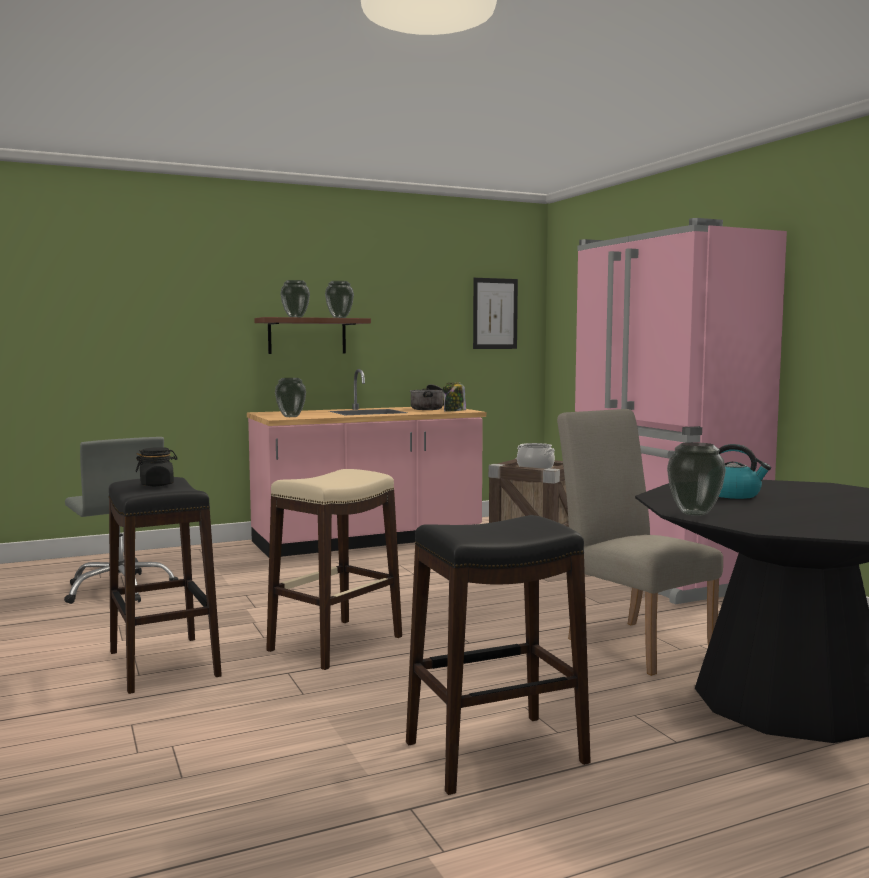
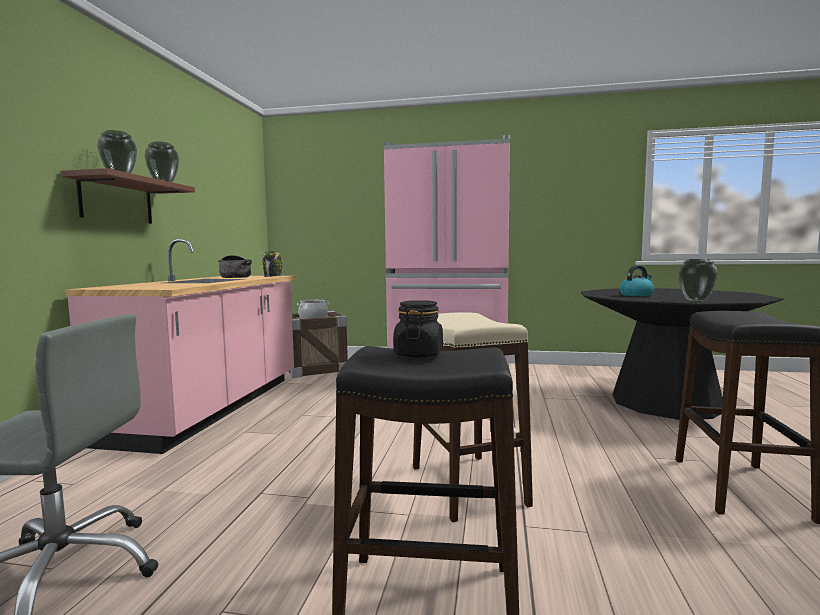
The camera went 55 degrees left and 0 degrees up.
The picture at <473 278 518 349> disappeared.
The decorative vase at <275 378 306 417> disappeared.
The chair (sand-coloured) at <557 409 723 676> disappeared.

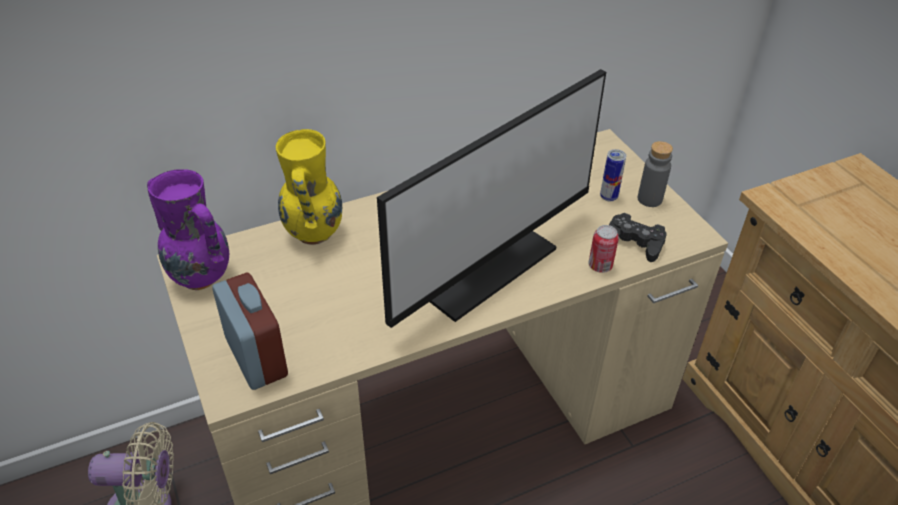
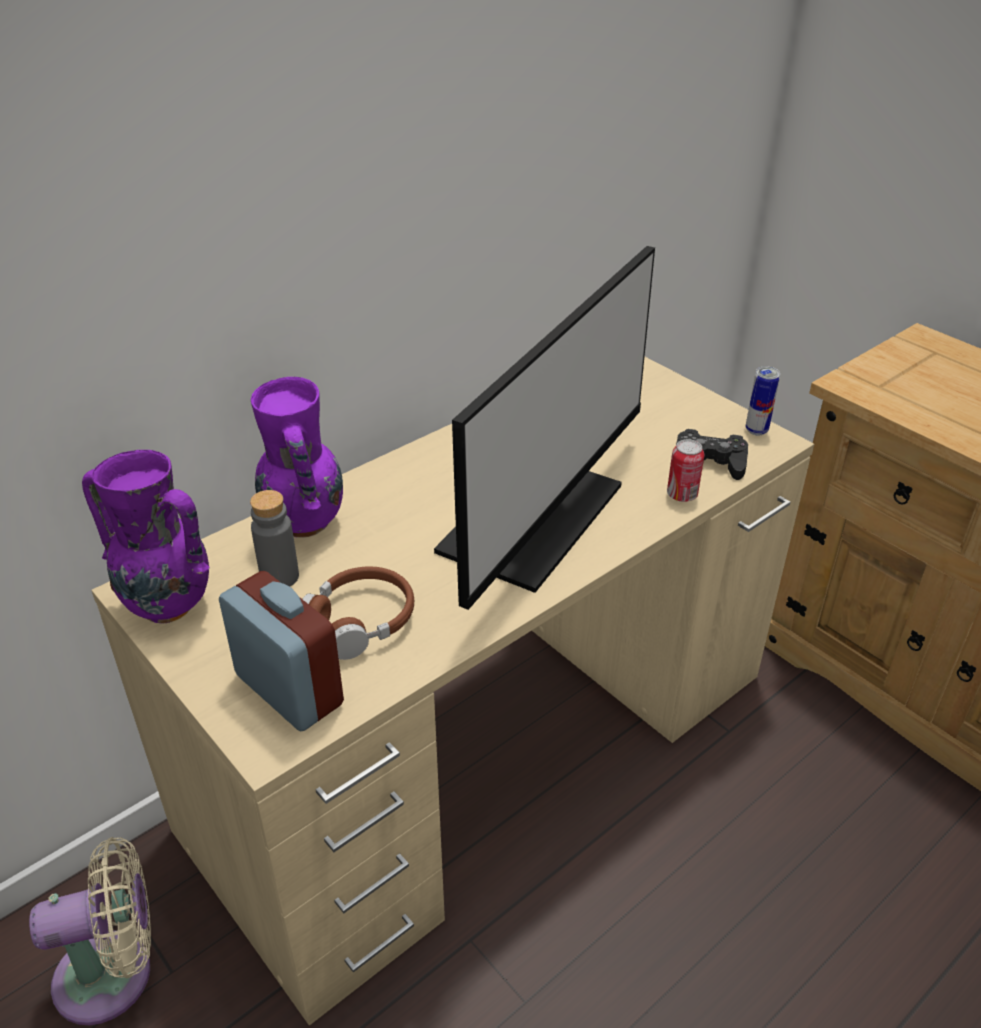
The camera went 15 degrees left and 5 degrees down.
The decorative vase (yellow-coloured) at <276 129 342 245> became the decorative vase (purple) at <251 377 343 538>.
The drink bottle (grey) moved from <638 141 673 207> to <250 490 299 587>.
The metal can moved from <600 149 626 202> to <746 366 780 436>.
The headset (brown) at <303 566 414 660> appeared.

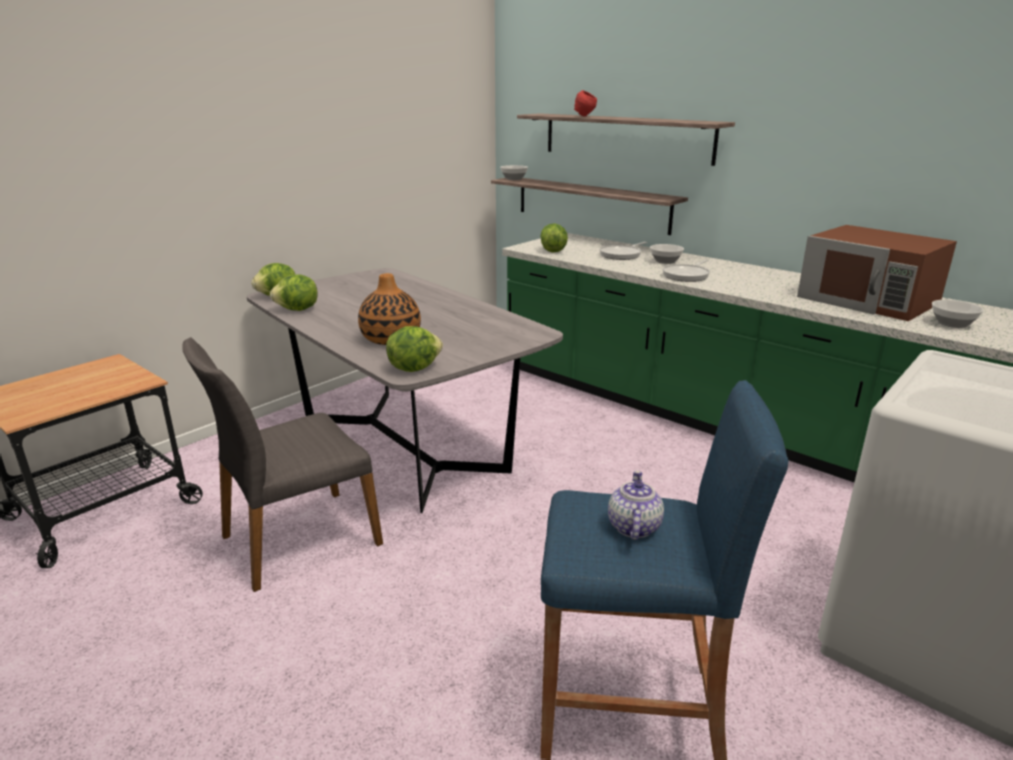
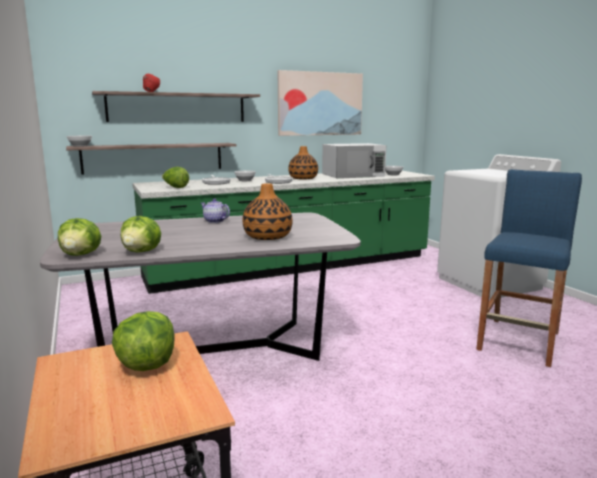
The camera went 65 degrees left and 10 degrees down.
The microwave (brown) at <797 225 957 321> became the microwave (white) at <322 143 386 179>.
The lettuce head moved from <386 326 443 372> to <112 311 175 371>.
The chair (grey) at <182 337 383 592> disappeared.
The teapot moved from <608 470 664 540> to <201 198 230 223>.
The picture at <278 70 363 136> appeared.
The decorative vase at <288 146 318 179> appeared.

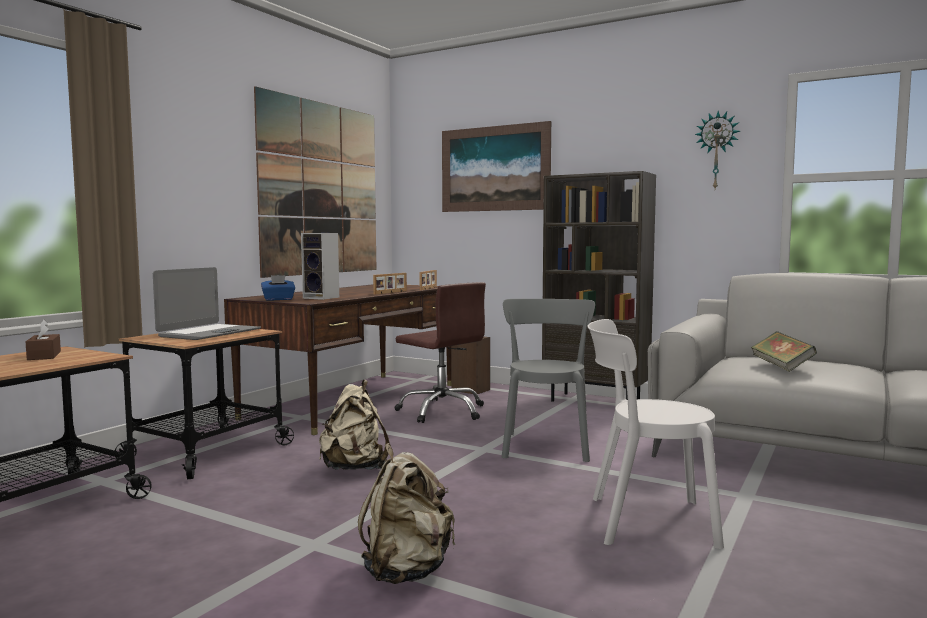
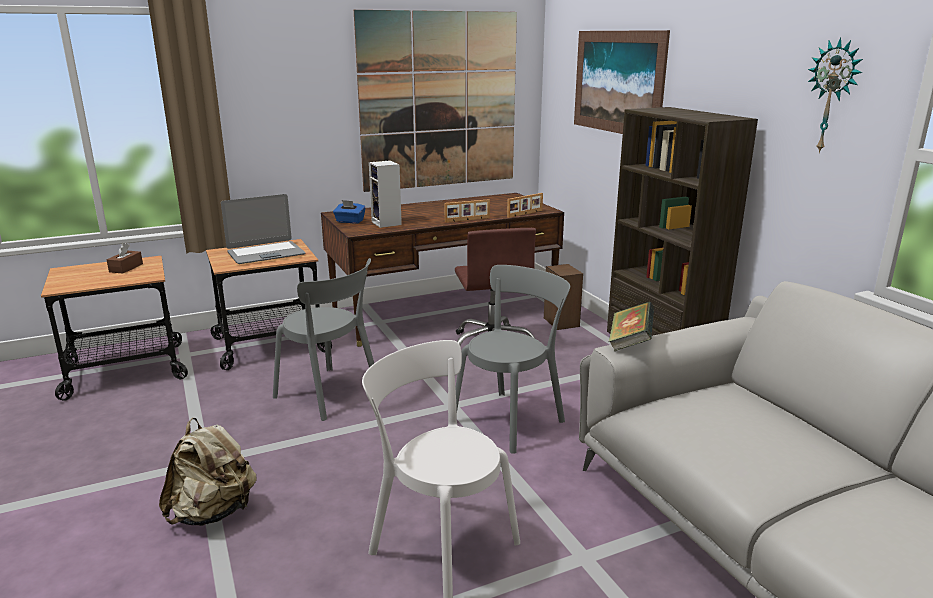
The camera went 35 degrees right and 15 degrees up.
The book moved from <751 331 817 372> to <609 302 654 351>.
The knapsack (sand-coloured) at <319 380 389 470> was replaced by the chair (grey) at <273 258 374 421>.

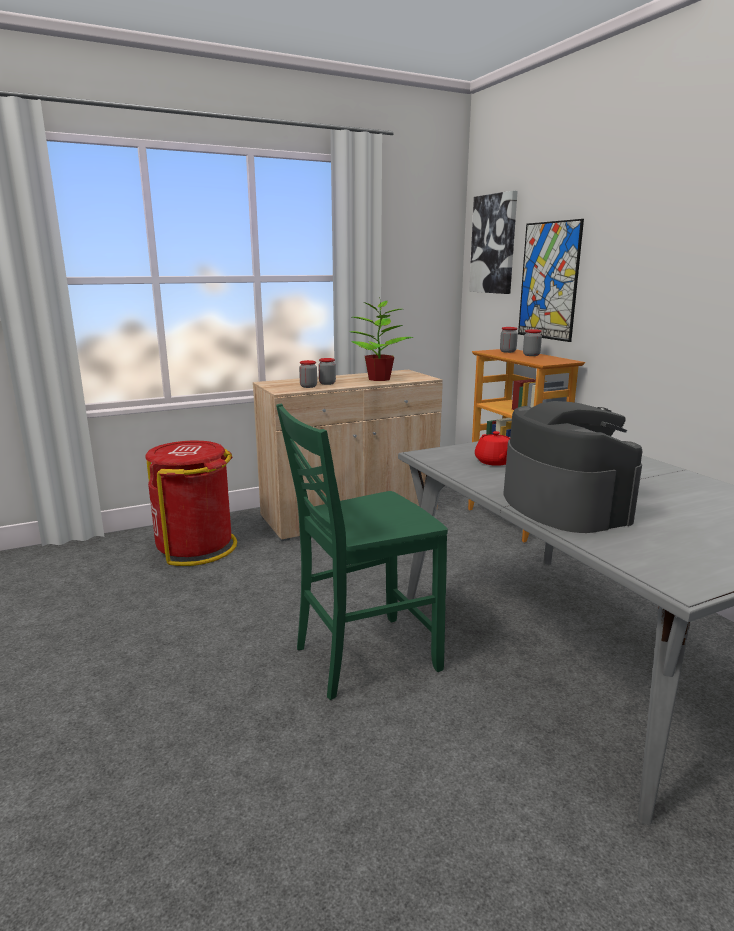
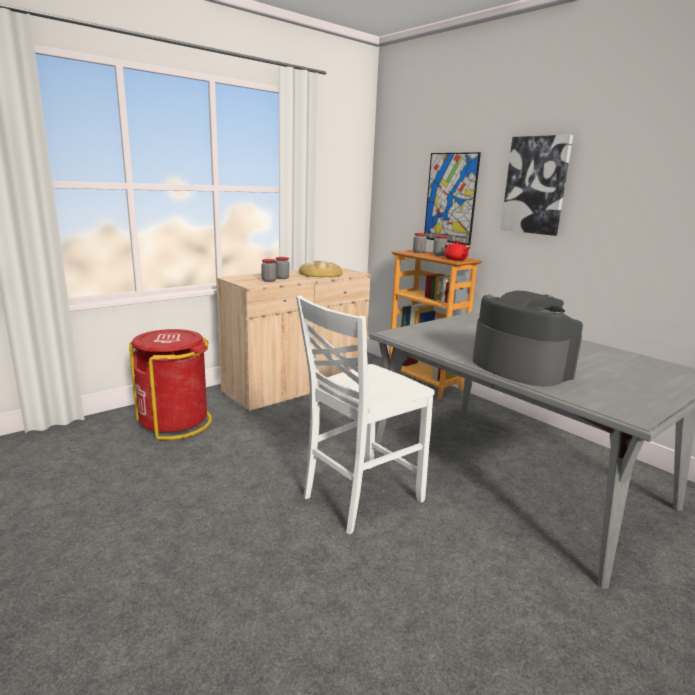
The camera went 15 degrees left and 0 degrees up.
The picture moved from <469 191 518 294> to <500 135 573 236>.
The houseplant at <350 297 413 381> was replaced by the bakery bread at <299 261 343 277>.
The chair (green-coloured) at <276 403 448 700> became the chair (white) at <296 295 435 534>.
The teapot (red) moved from <475 431 510 466> to <444 241 471 260>.

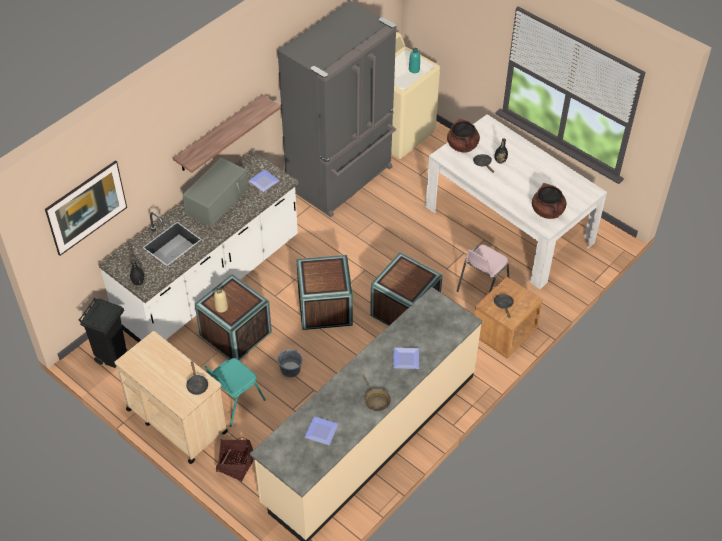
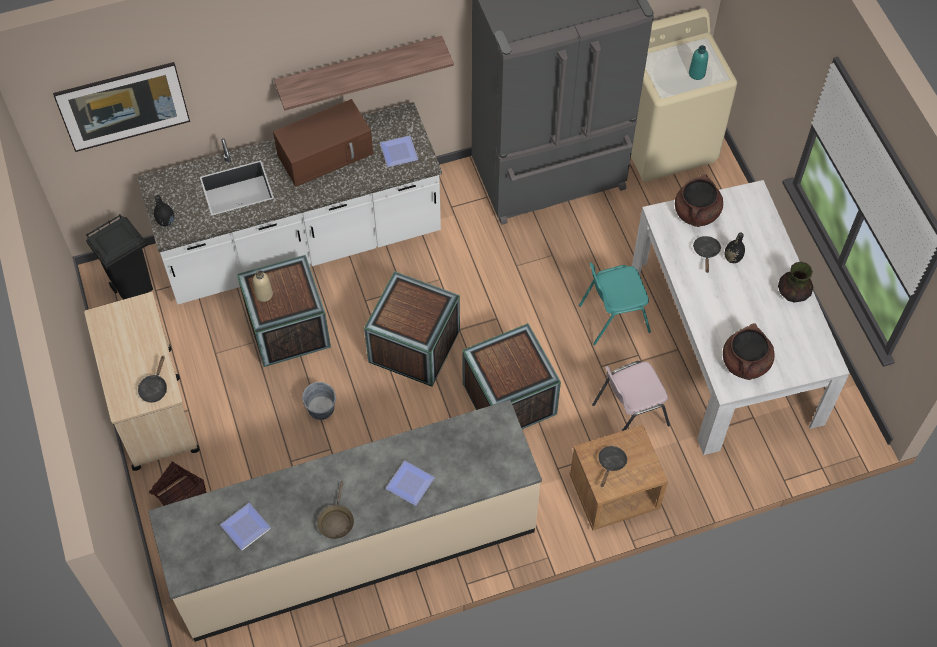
The camera went 30 degrees right and 10 degrees up.
The microwave (grey) at <183 158 248 227> became the microwave (brown) at <273 99 373 187>.
The chair (blue-green) moved from <205 358 266 427> to <579 263 651 345>.
The decorative vase at <778 262 813 302> appeared.

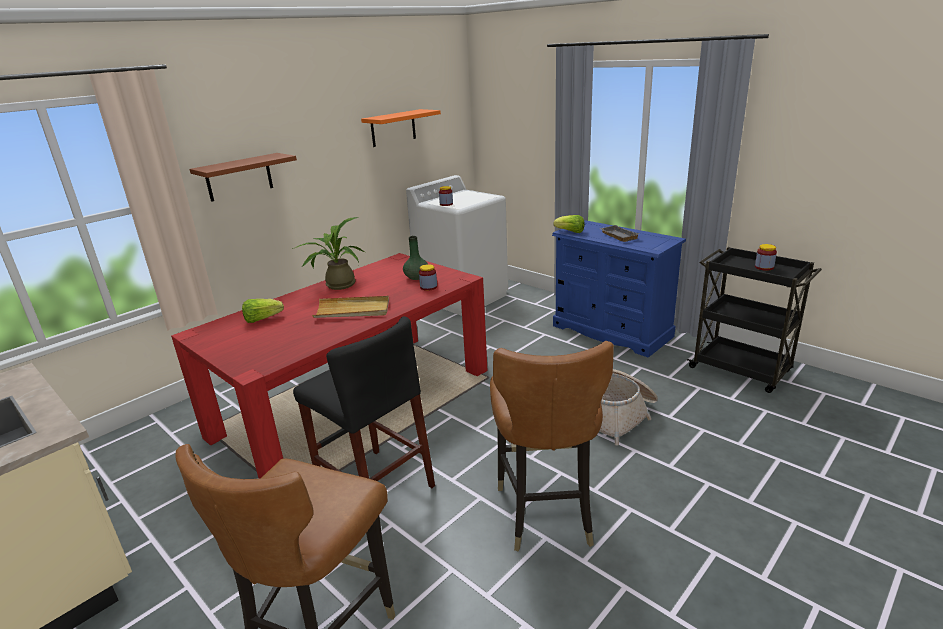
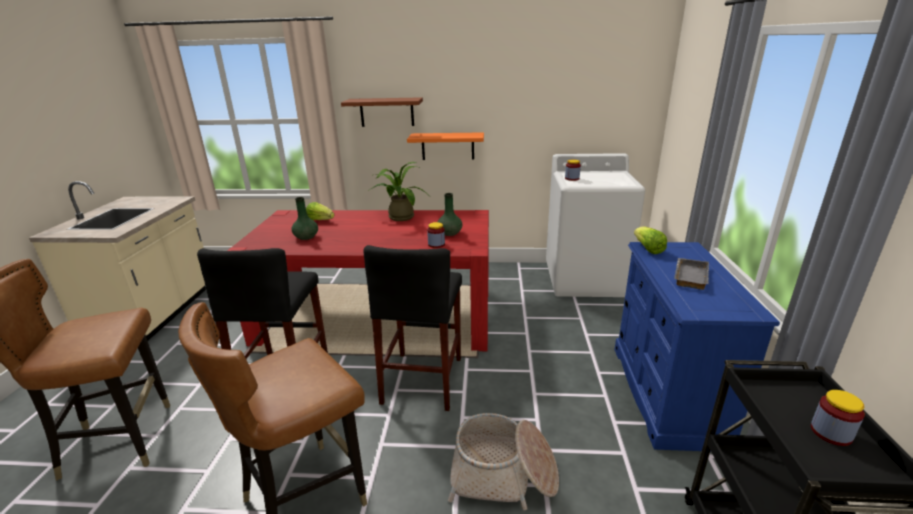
The camera went 50 degrees right and 0 degrees up.
The wall shelf (orange) moved from <361 109 441 147> to <407 132 484 160>.
The serving tray (sand-coloured) at <312 296 389 318> disappeared.
The decorative vase (green-coloured) at <292 197 318 240> appeared.
The stool seat (blackish) at <363 245 462 411> appeared.

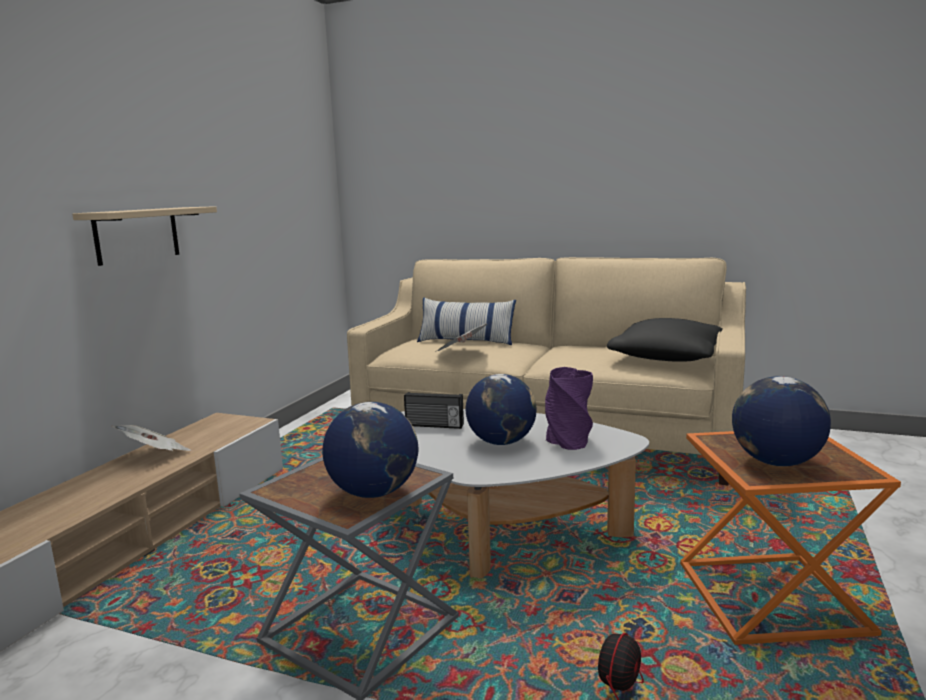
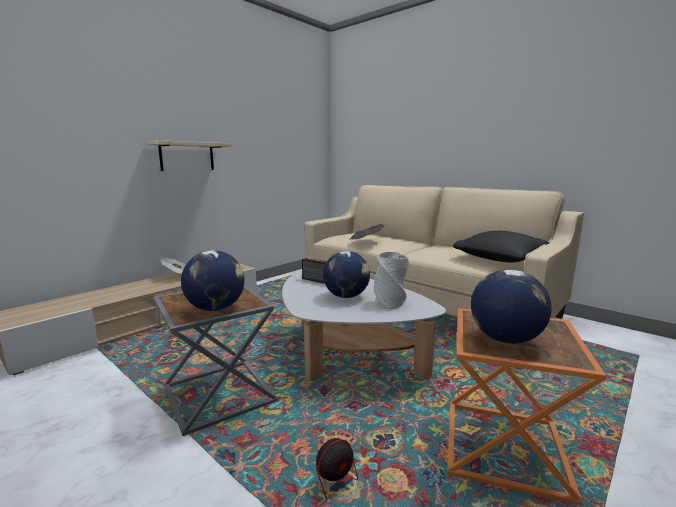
The camera went 20 degrees right and 0 degrees up.
The cushion at <417 298 516 345> disappeared.
The decorative vase (purple) at <545 367 593 450> became the decorative vase (grey) at <374 252 409 309>.

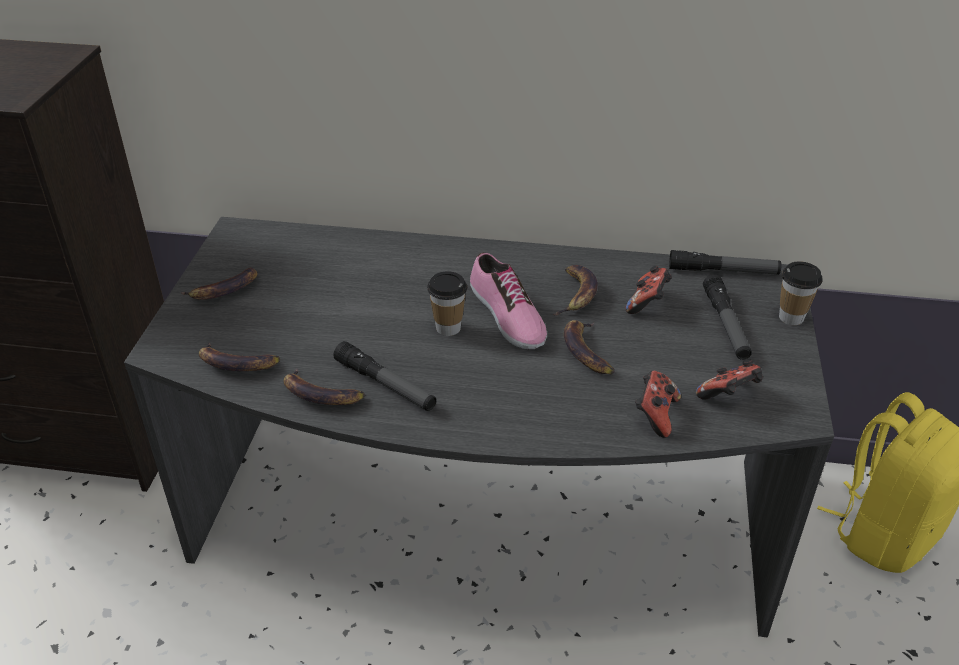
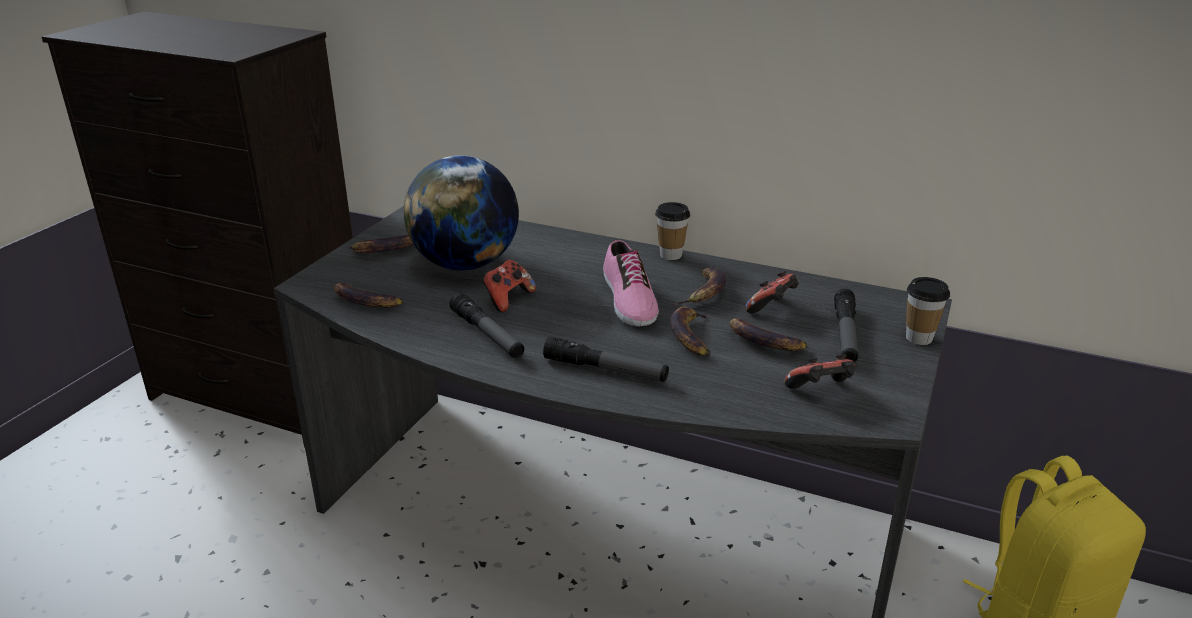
The camera went 15 degrees right and 10 degrees down.
The torch moved from <669 250 782 275> to <543 337 669 382>.
The cup moved from <427 271 467 336> to <655 202 690 260>.
The whole banana moved from <283 368 365 405> to <729 318 807 351>.
The gamepad moved from <635 371 681 438> to <482 260 536 312>.
The world globe at <404 155 519 271> appeared.

